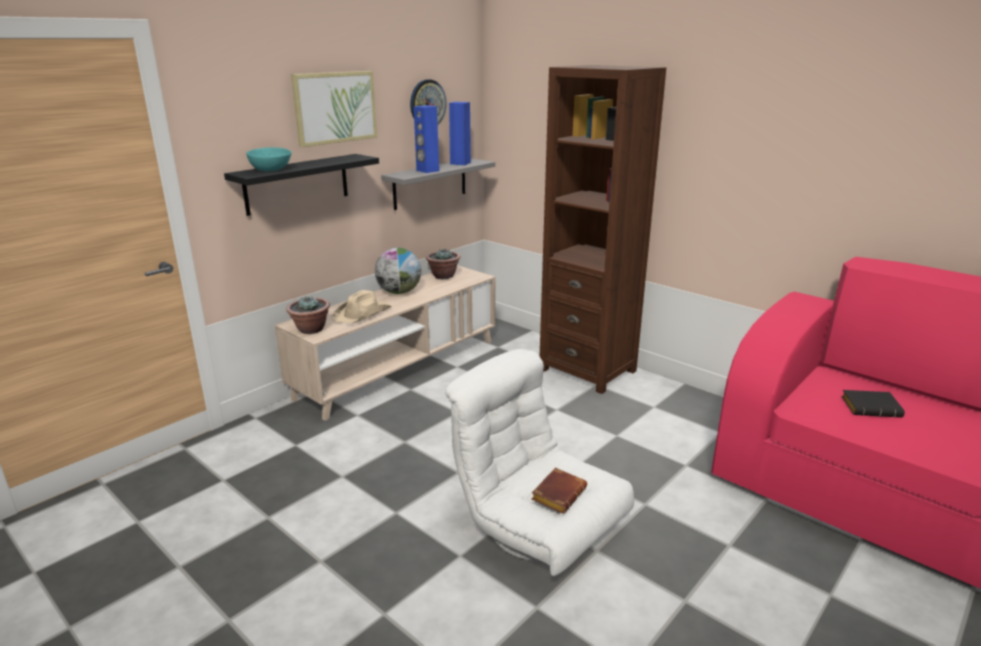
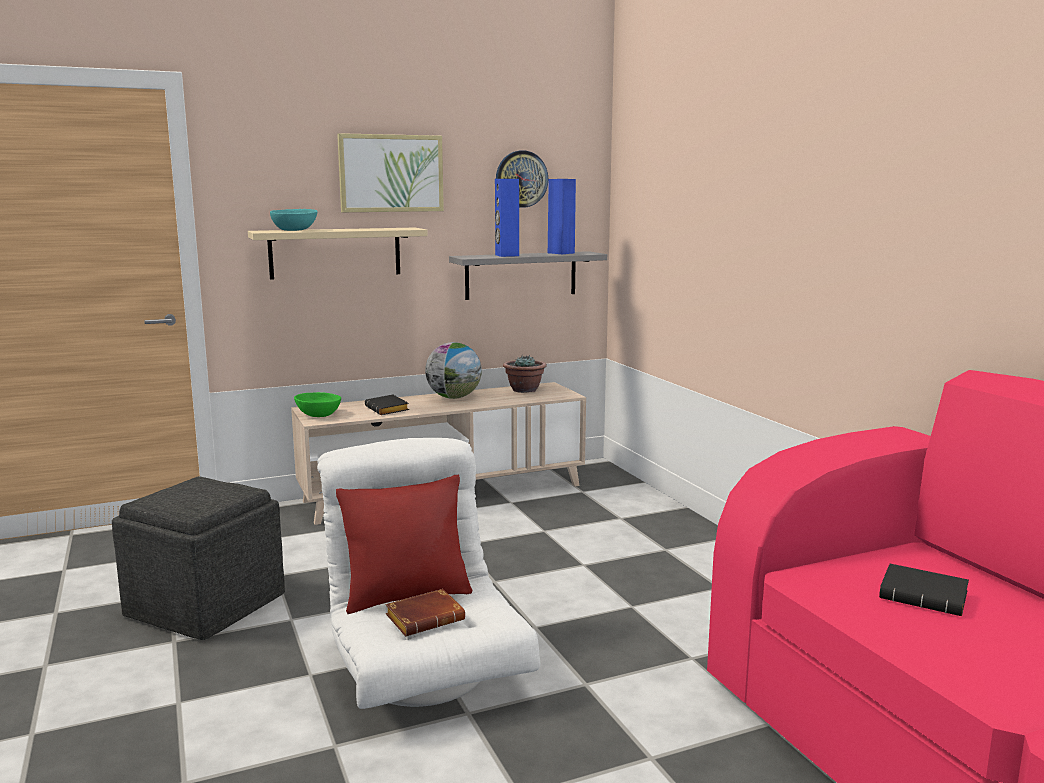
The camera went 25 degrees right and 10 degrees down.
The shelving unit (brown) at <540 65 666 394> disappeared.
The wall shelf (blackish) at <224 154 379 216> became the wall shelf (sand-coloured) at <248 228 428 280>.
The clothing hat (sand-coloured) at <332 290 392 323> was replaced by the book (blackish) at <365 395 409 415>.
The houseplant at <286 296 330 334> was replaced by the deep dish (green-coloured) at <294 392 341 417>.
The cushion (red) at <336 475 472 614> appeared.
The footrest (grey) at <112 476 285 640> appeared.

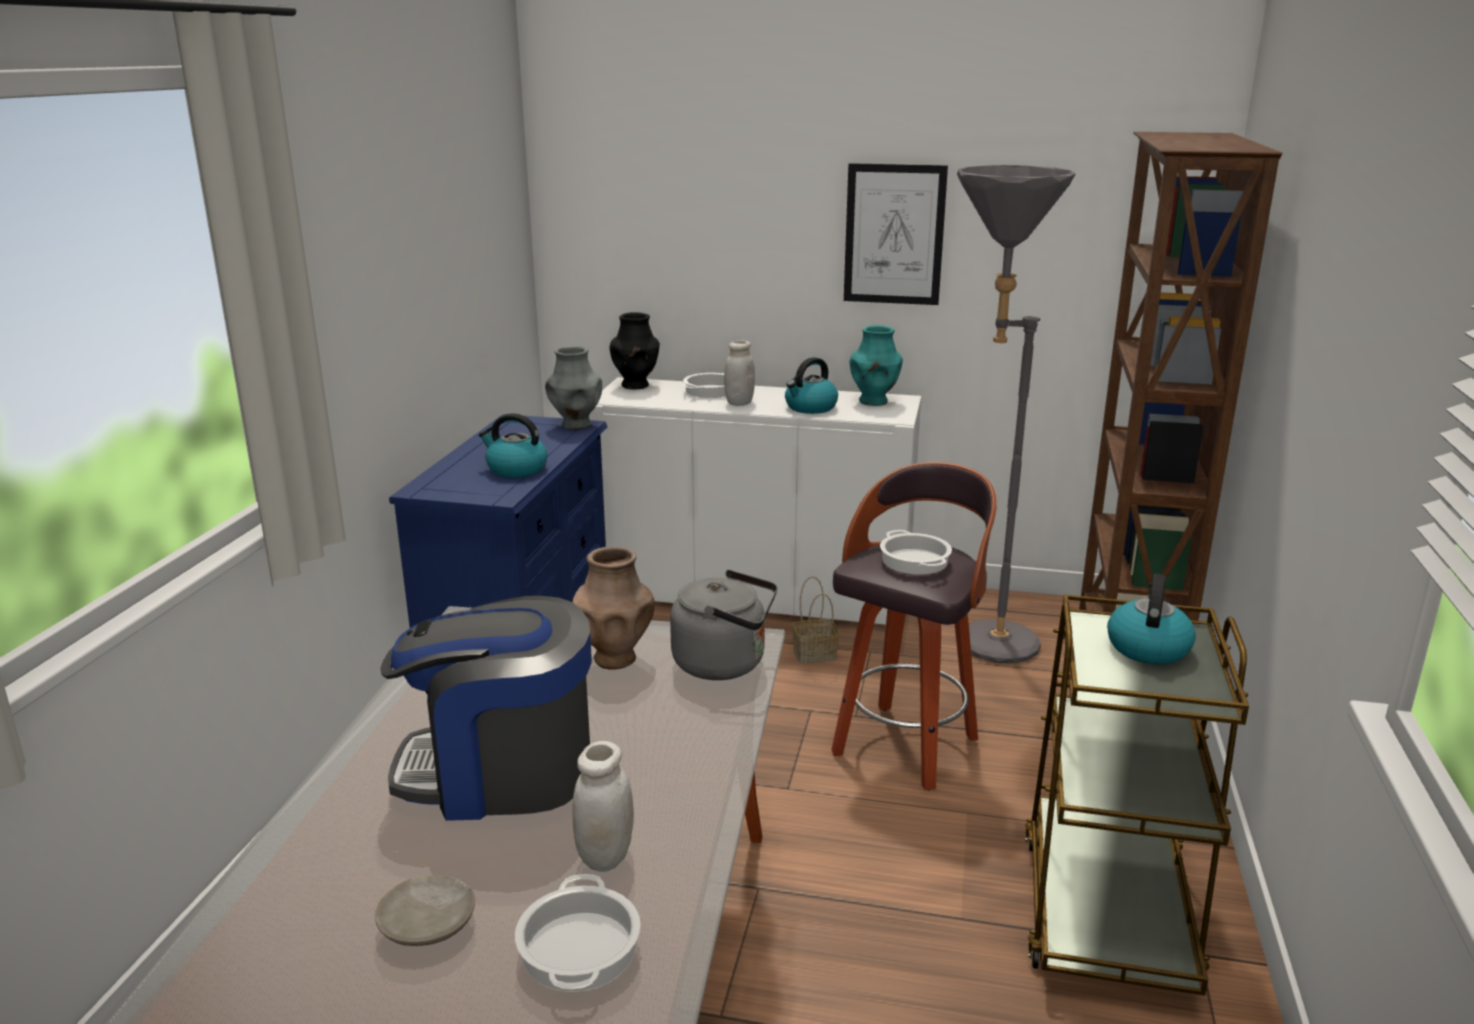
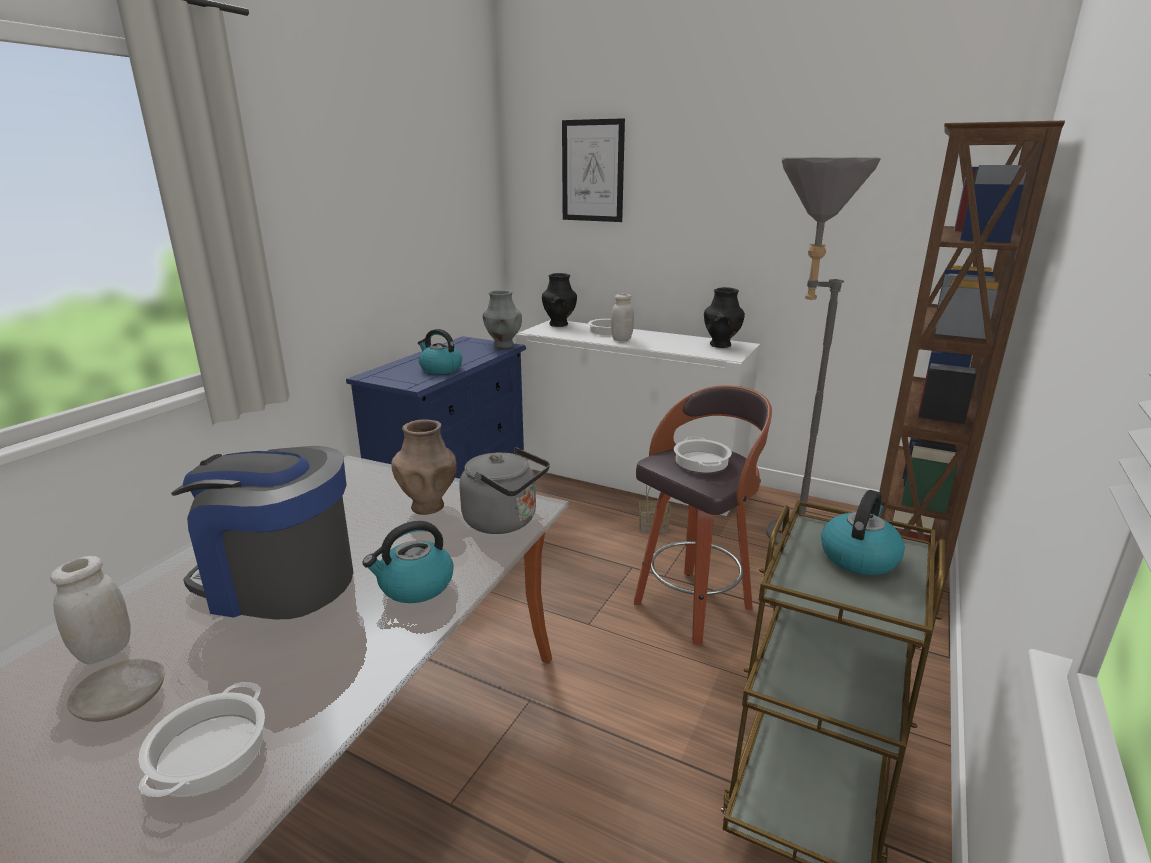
The camera went 15 degrees right and 0 degrees up.
The picture moved from <844 163 948 305> to <562 118 625 222>.
The decorative vase (blue-green) at <850 325 903 406> became the decorative vase (blackish) at <704 287 745 348>.
The tea kettle moved from <785 357 838 414> to <363 521 453 603>.
The jar (white) moved from <572 741 634 872> to <50 556 130 664>.

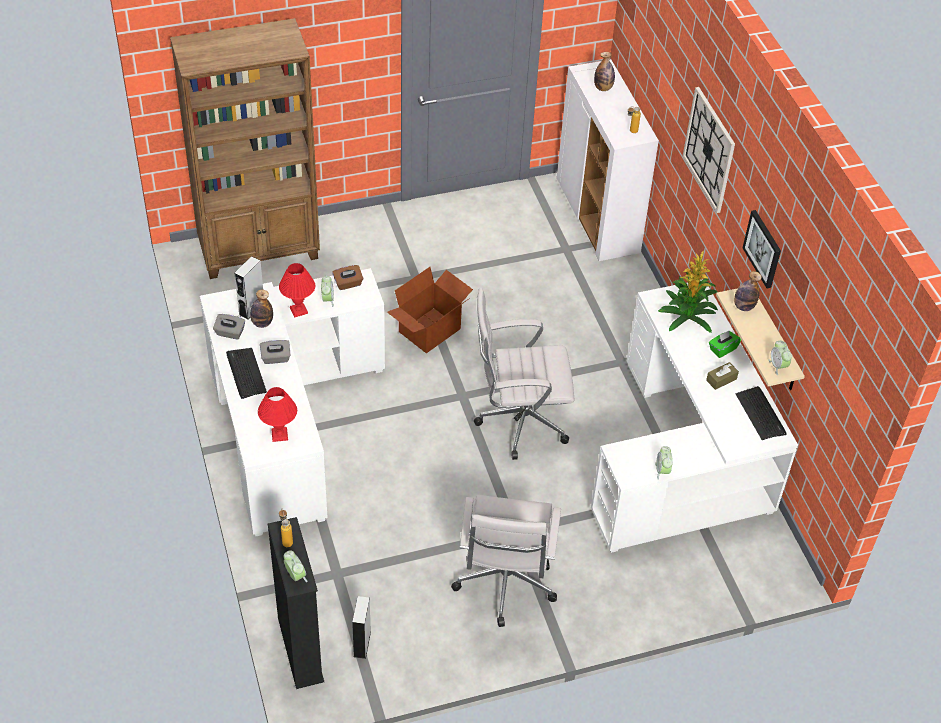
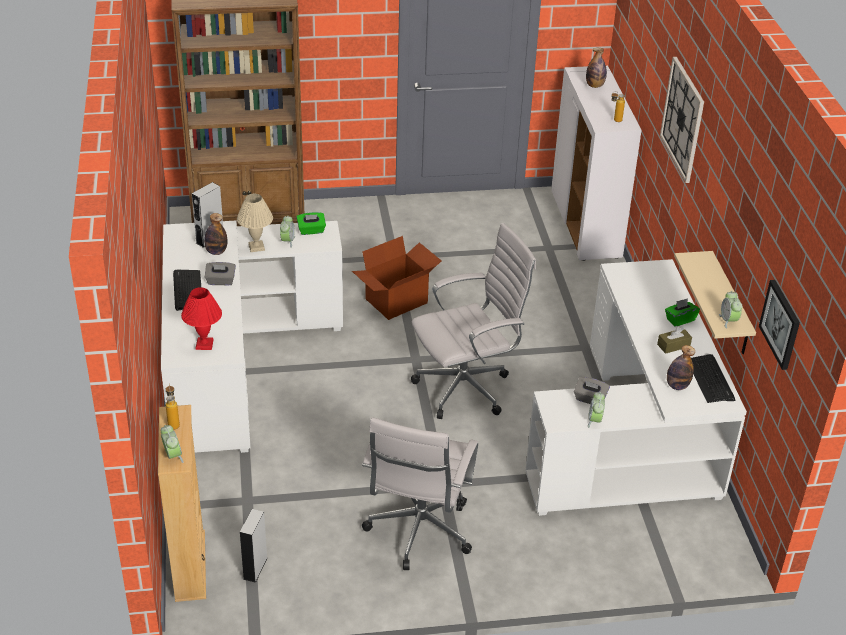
The camera went 10 degrees right and 10 degrees down.
The picture moved from <743 210 781 288> to <759 280 800 370>.
The houseplant at <658 250 718 333> disappeared.
The tabletop lamp (red) at <279 263 315 317> became the tabletop lamp (sand-coloured) at <237 194 273 252>.
The tissue holder (brown) at <332 265 364 290> became the tissue holder (green-coloured) at <296 212 326 235>.
The drink bottle moved from <734 271 762 311> to <667 345 695 390>.
The computer chair (white) at <474 288 574 460> turned 150 degrees clockwise.
The tissue holder (grey) moved from <213 314 245 339> to <574 377 610 404>.
The shelving unit (blackish) at <268 517 324 689> became the shelving unit (sand-coloured) at <158 405 206 602>.

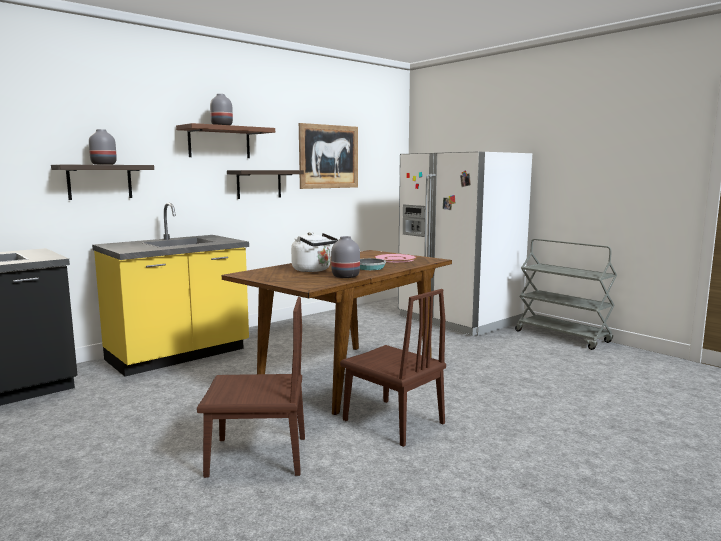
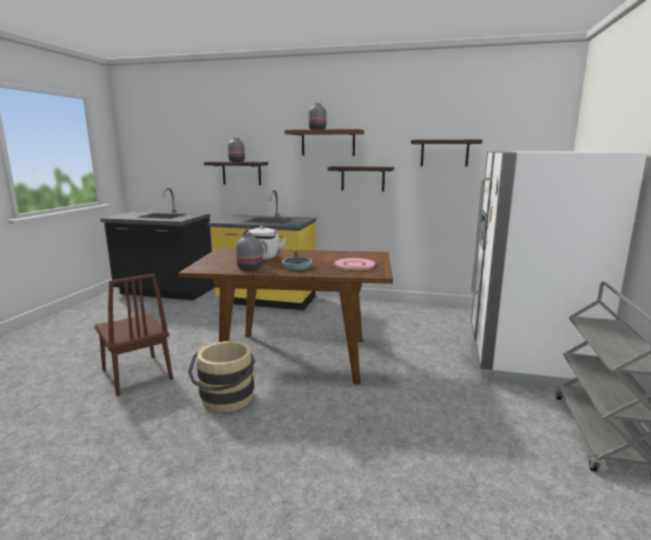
The camera went 55 degrees right and 5 degrees up.
The picture at <299 123 358 189> was replaced by the wall shelf at <411 140 482 167>.
The chair (brown) at <340 289 446 447> was replaced by the water bucket (sand-coloured) at <188 341 255 413>.

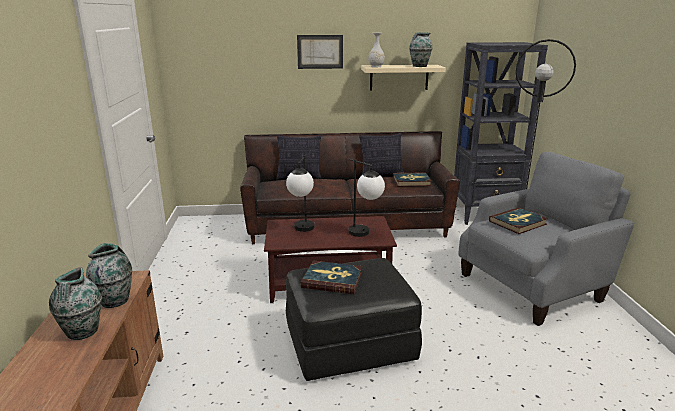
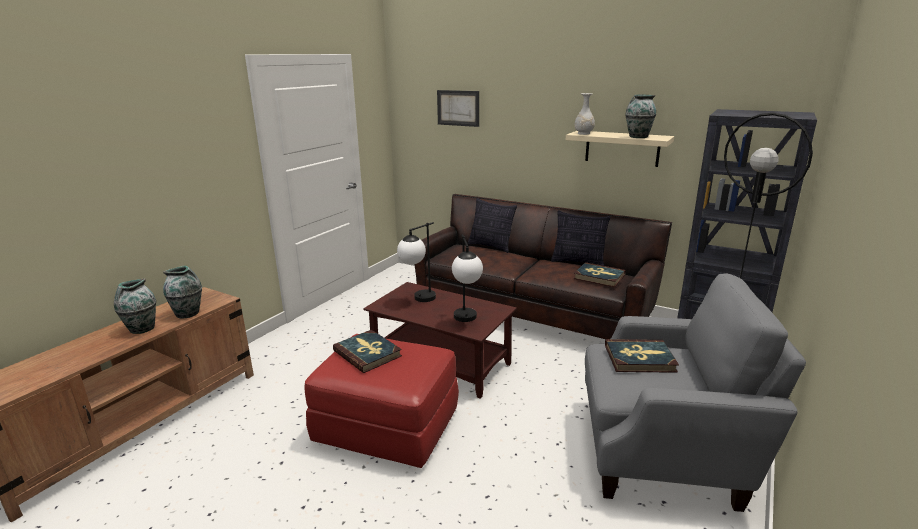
The camera went 35 degrees right and 0 degrees up.
The picture moved from <297 35 343 69> to <437 90 479 127>.
The footrest (blackish) at <286 258 422 381> became the footrest (red) at <305 334 459 468>.

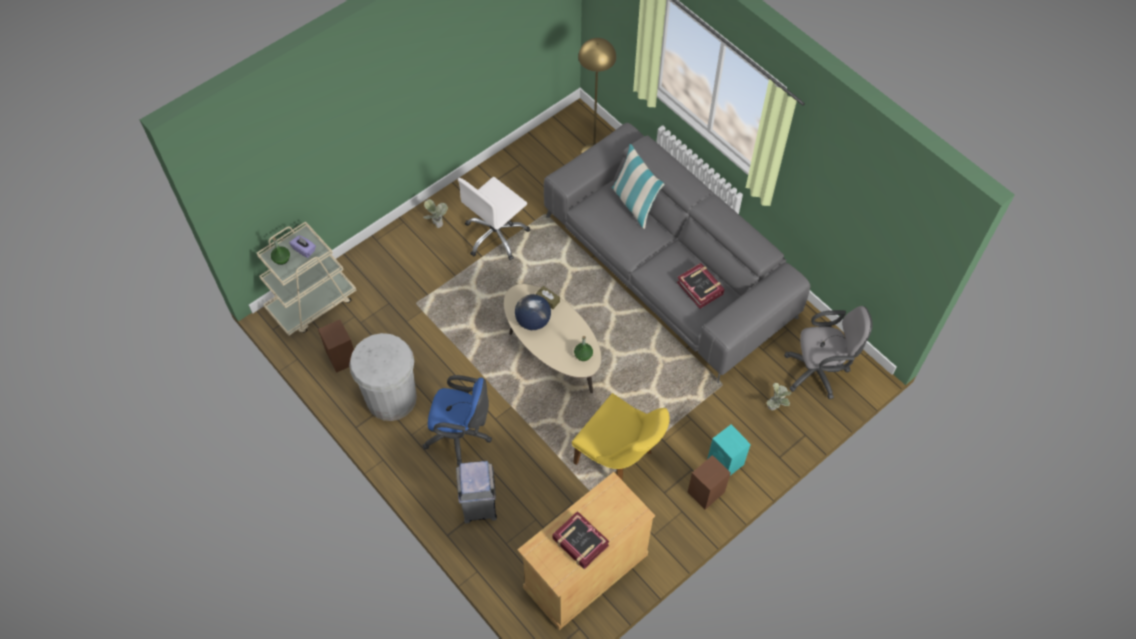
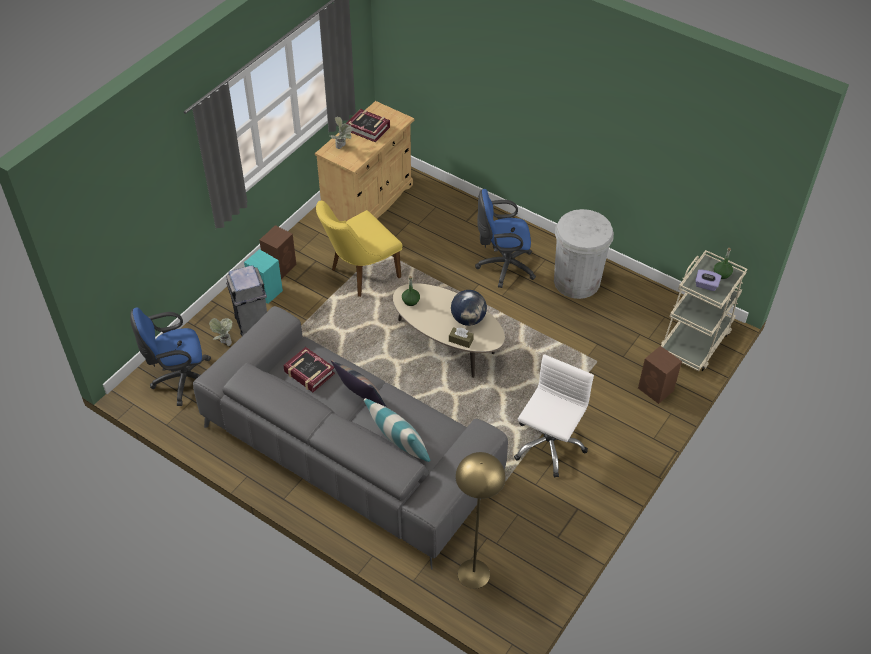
The camera went 165 degrees right and 10 degrees down.
The houseplant moved from <423 199 448 228> to <330 117 352 149>.
The computer chair (grey) at <784 306 873 399> became the computer chair (blue-coloured) at <130 307 211 406>.
The speaker (brown) moved from <318 320 354 373> to <638 346 682 404>.
The chair (yellow-coloured) at <572 393 670 480> turned 60 degrees counterclockwise.
The rubbish bin (grey) moved from <456 461 497 524> to <226 265 267 336>.
The cushion at <331 360 387 407> appeared.

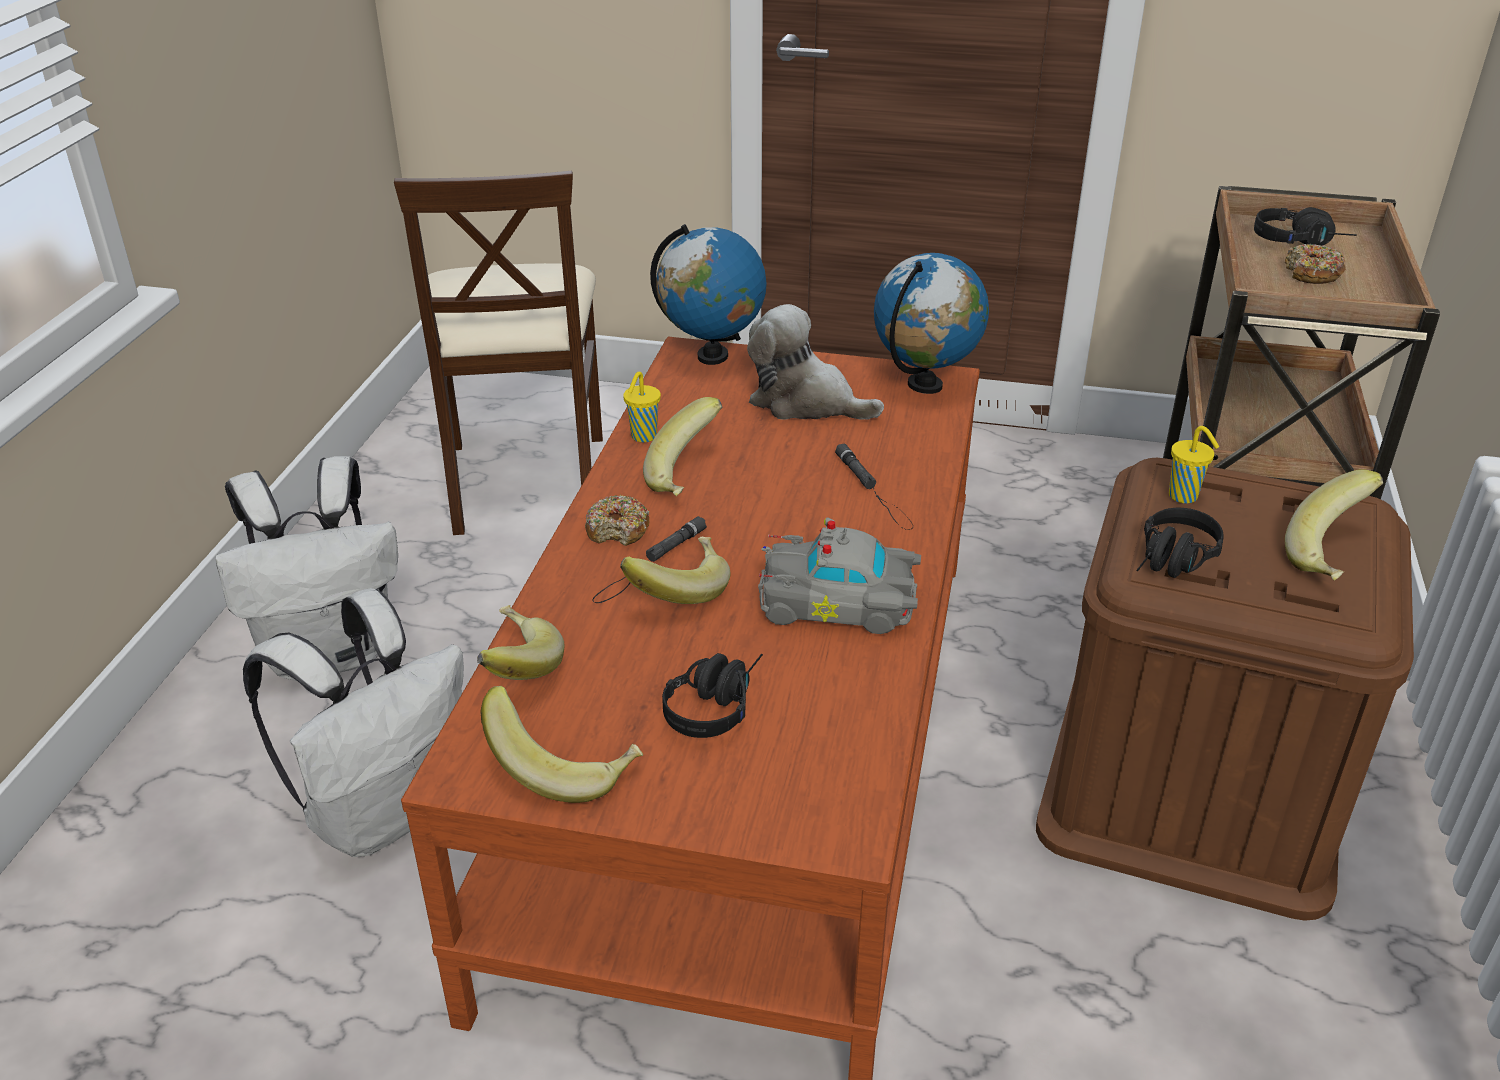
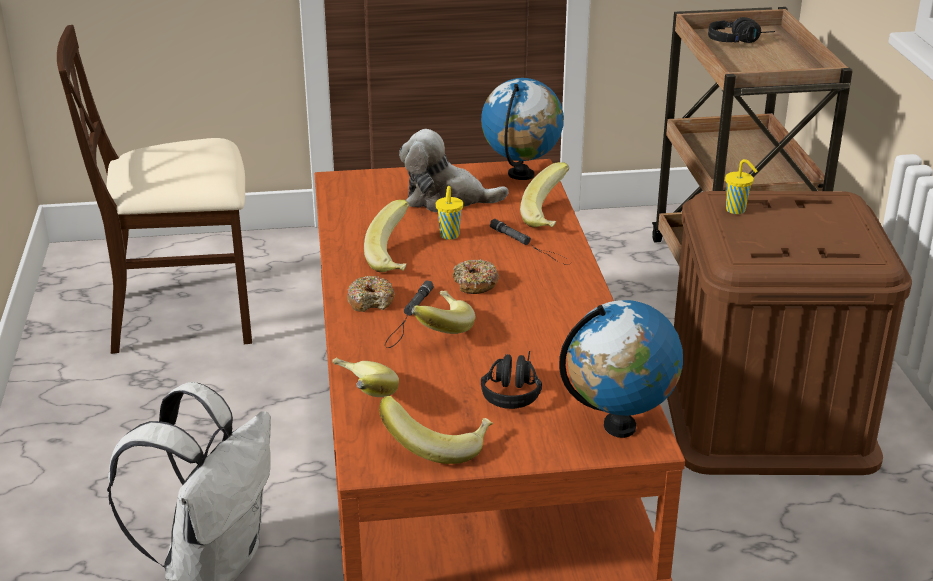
The camera went 20 degrees left and 5 degrees down.
The chair (sand-coloured) at <394 171 603 535> turned 105 degrees clockwise.
The world globe moved from <650 224 767 365> to <559 300 683 438>.
The donut moved from <1285 244 1346 284> to <453 259 499 294>.
The cup (yellow-coloured) moved from <623 372 661 442> to <436 186 463 240>.
The knapsack (white) at <215 456 398 681> disappeared.
The whole banana moved from <1285 469 1383 581> to <520 162 569 227>.
The headset (blackish) at <1136 508 1224 578> disappeared.
The miniature car (grey) at <758 517 921 634> disappeared.

